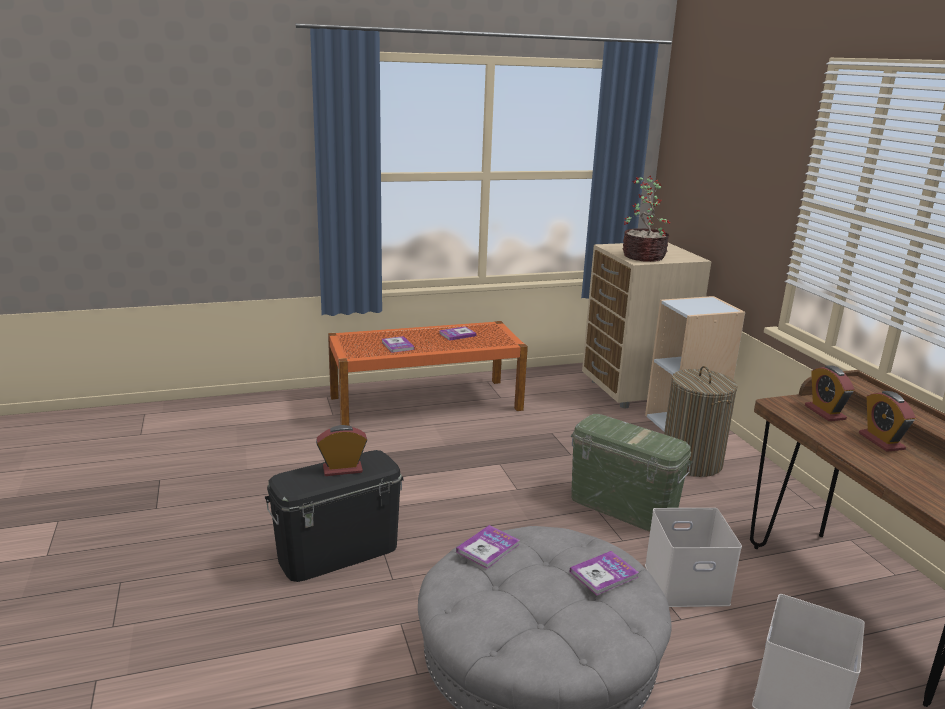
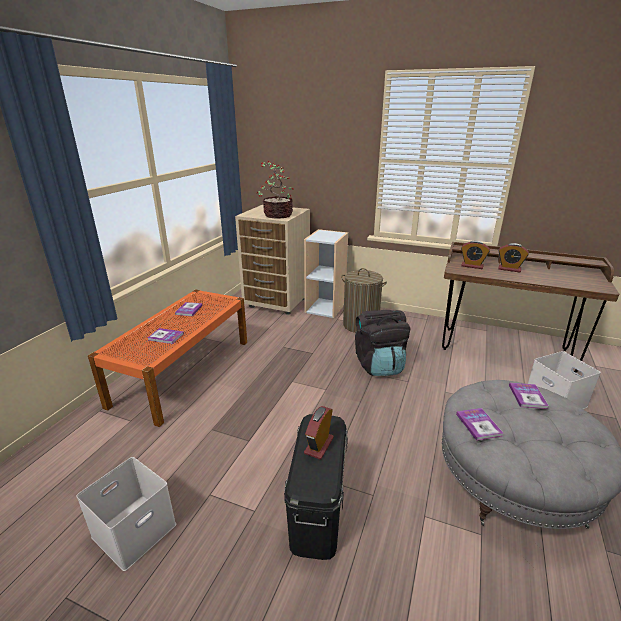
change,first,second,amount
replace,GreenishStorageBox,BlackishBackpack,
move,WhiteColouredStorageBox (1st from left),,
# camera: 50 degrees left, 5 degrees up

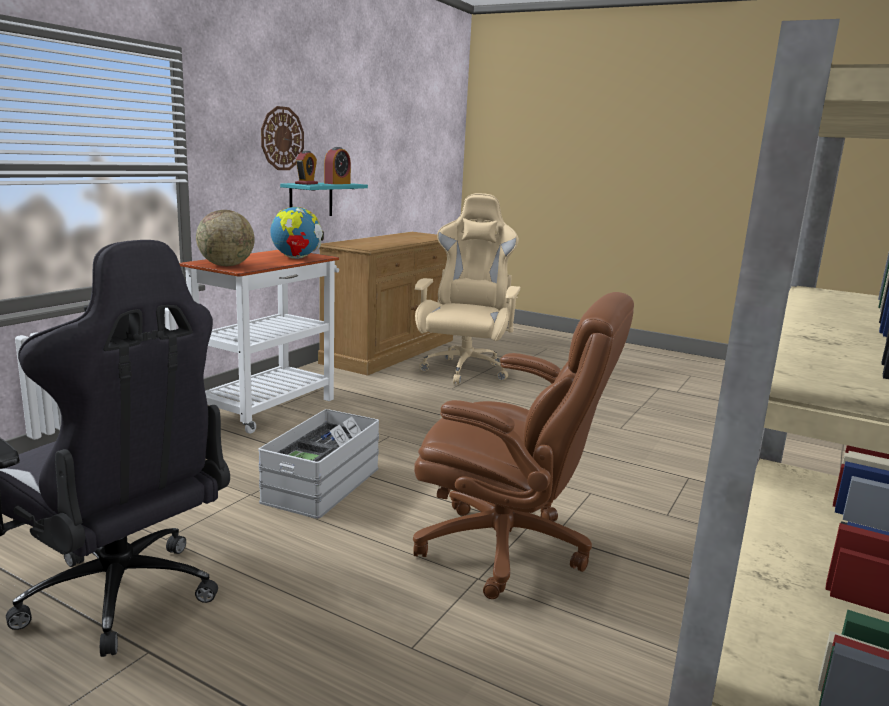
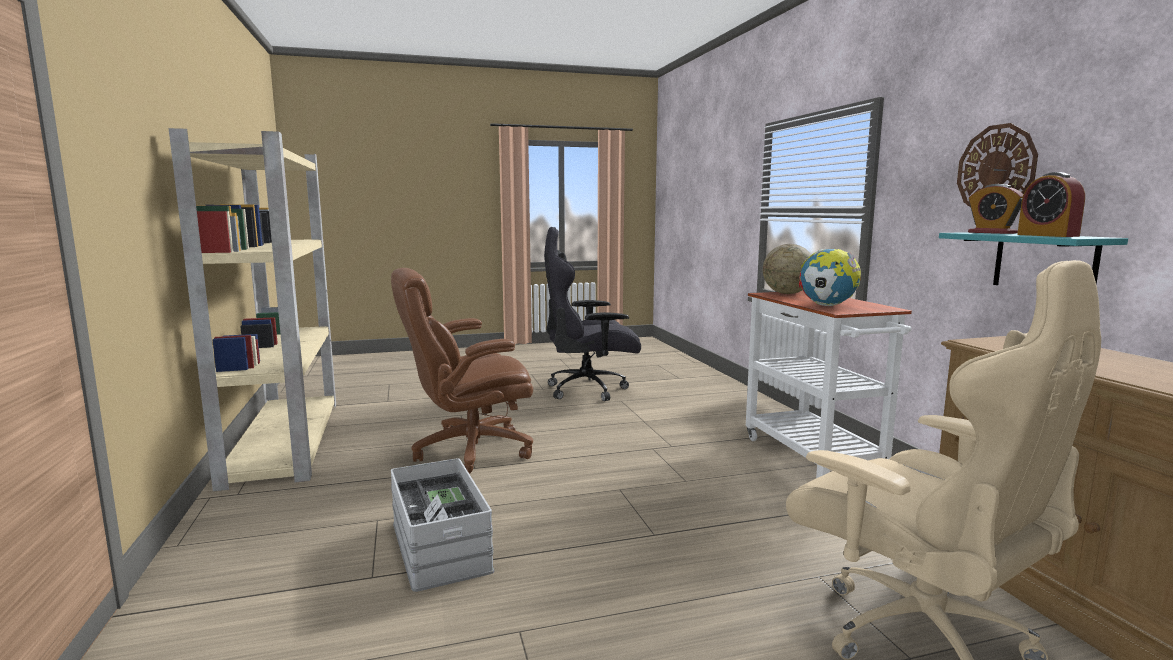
change,first,second,amount
move,GreyishStorageBox,,
# camera: 135 degrees right, 5 degrees down

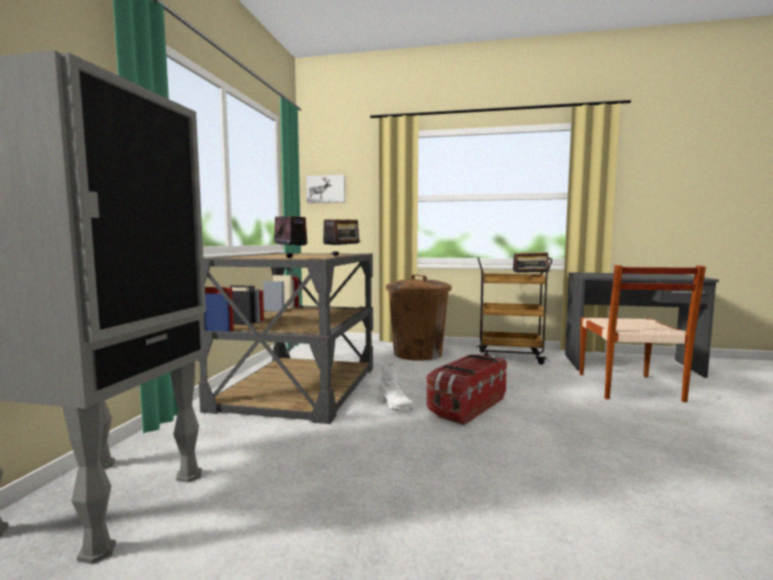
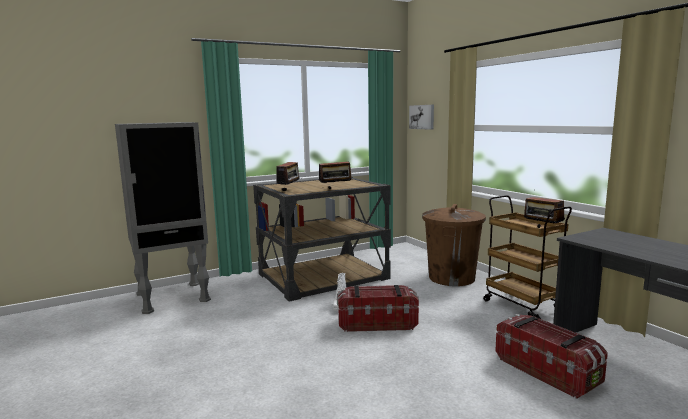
change,first,second,amount
replace,UprightChair,StorageBox (2nd from left),
# camera: 50 degrees right, 5 degrees up

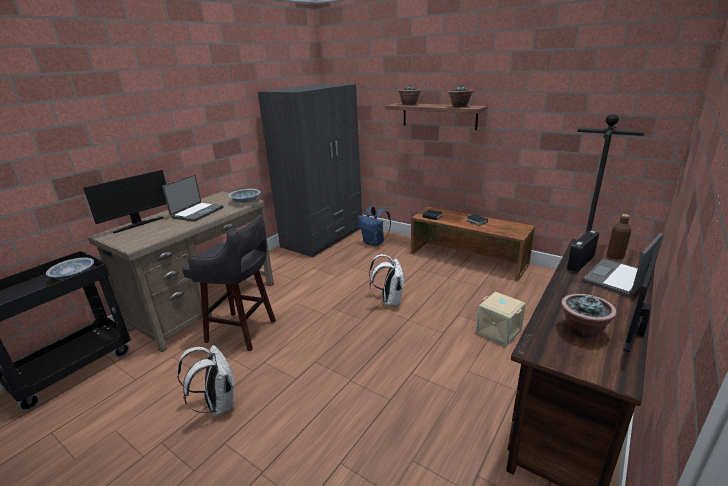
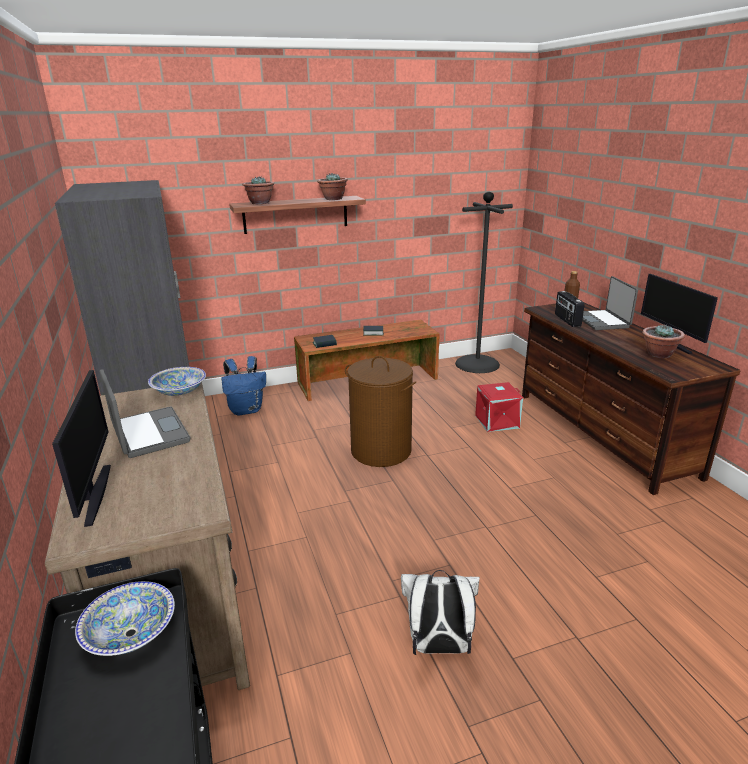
change,first,second,amount
delete,GreyishStoolSeat,,
replace,WhiteColouredBackpack (2nd from left),BrownLaundryBasket,
recolor,SandColouredStorageBox,ReddishStorageBox,
# camera: 55 degrees left, 0 degrees up

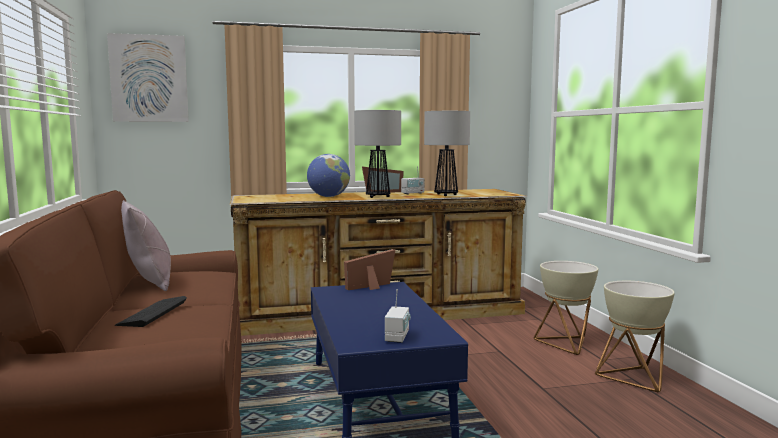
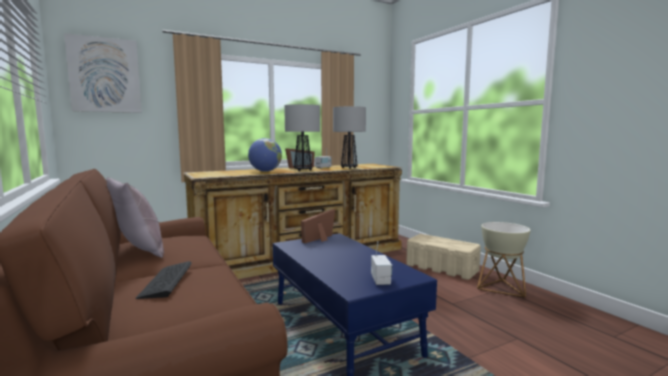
change,first,second,amount
replace,PlantPot (1st from left),SandColouredStorageBox,
# camera: 15 degrees left, 0 degrees up

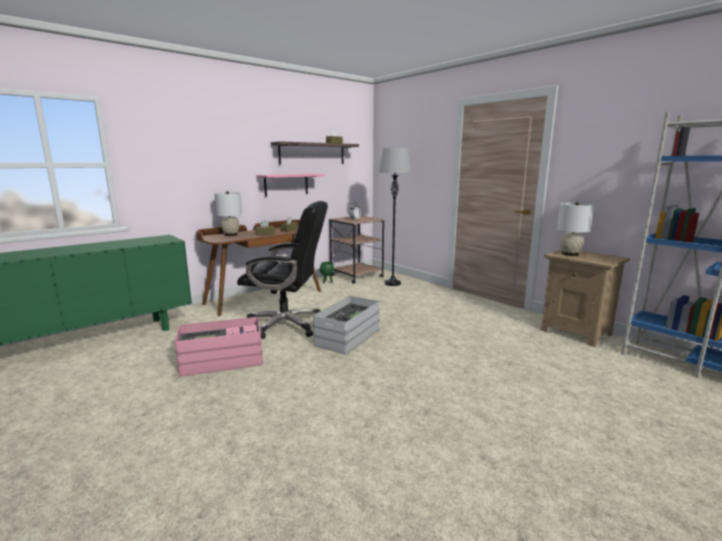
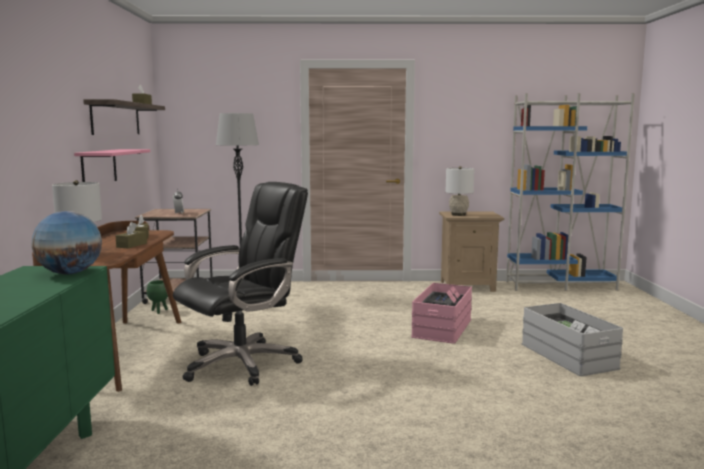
change,first,second,amount
move,GreyishStorageBox,,
move,PinkColouredStorageBox,,
insert,,WorldGlobe,
# camera: 50 degrees left, 5 degrees down

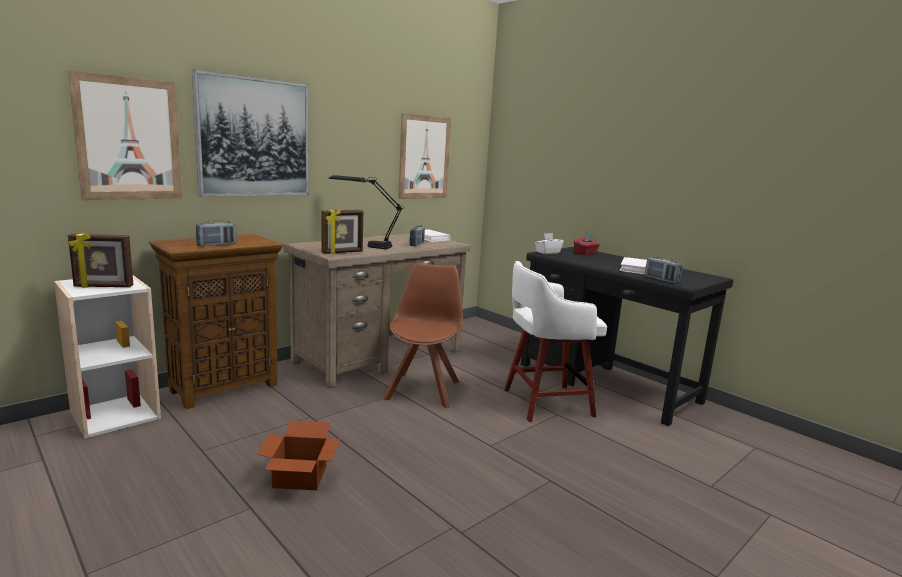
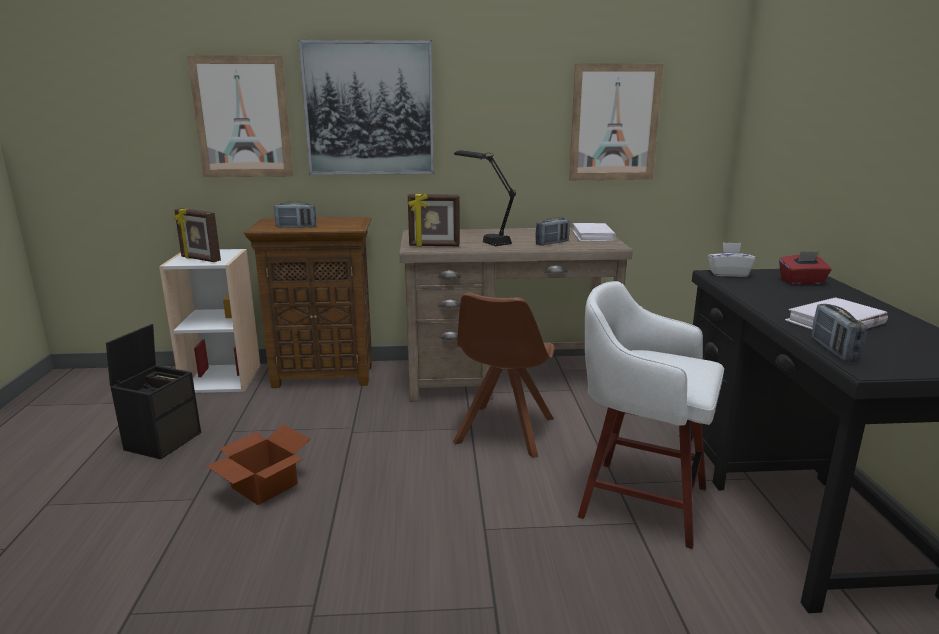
change,first,second,amount
rotate,BrownUprightChair,,150 degrees clockwise
insert,,BlackishStorageBox,
# camera: 40 degrees right, 5 degrees up

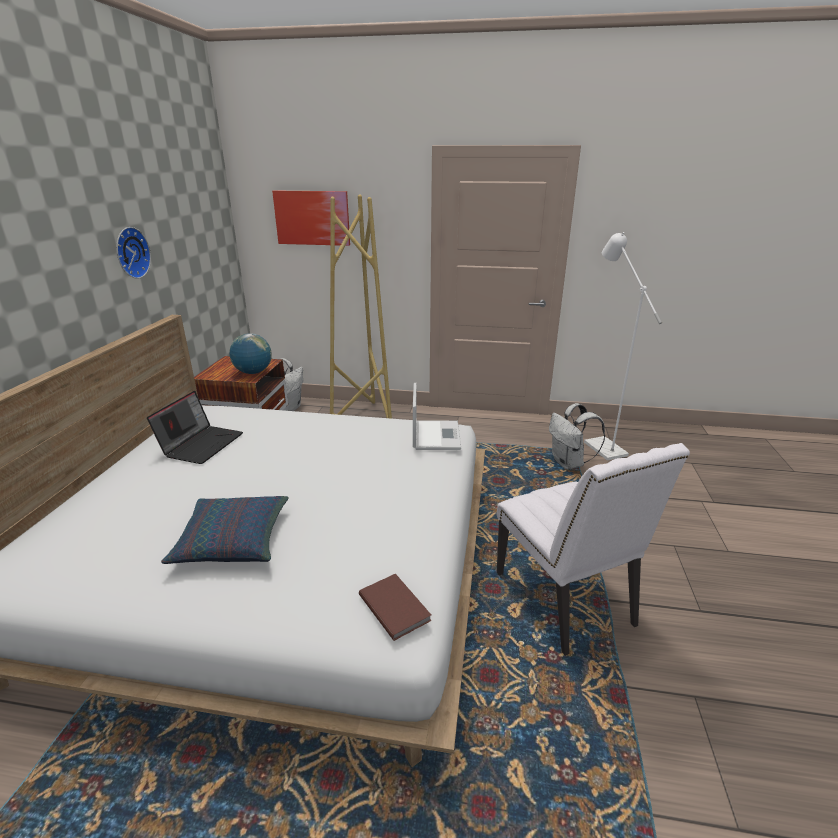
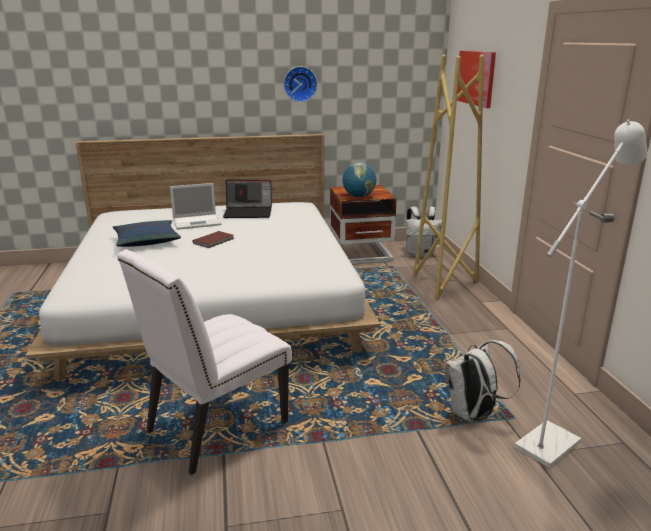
change,first,second,amount
move,NotebookComputer (2nd from left in the first image),NotebookComputer (1st from left),
move,BrownBook,,
# camera: 70 degrees right, 5 degrees down

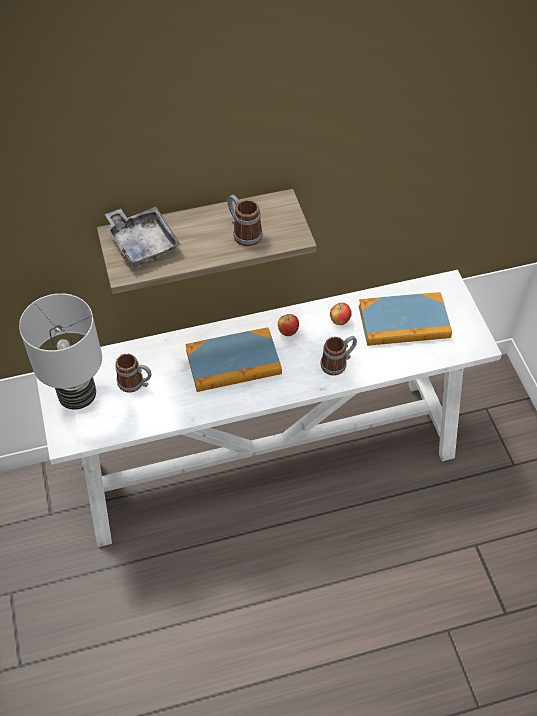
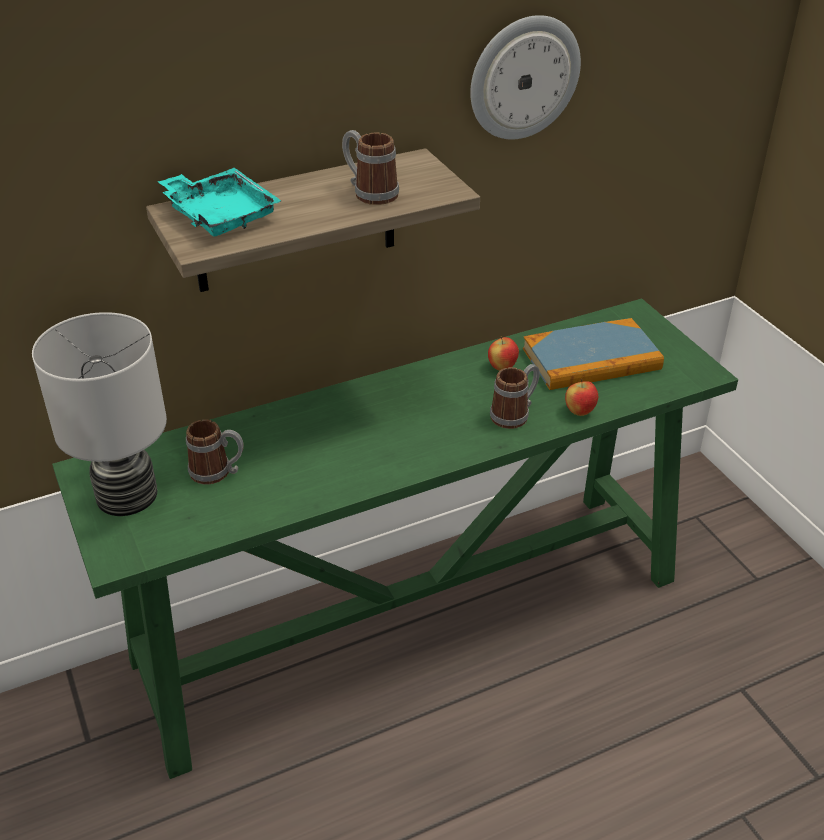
change,first,second,amount
recolor,GreyishCarryingTray,TurquoiseCarryingTray,
recolor,WhiteColouredNarrowTable,GreenishNarrowTable,
move,WholeApple (1st from left in the first image),WholeApple (2nd from left),
delete,Book (1st from left),,
insert,,HangingClock,
# camera: 10 degrees left, 15 degrees down

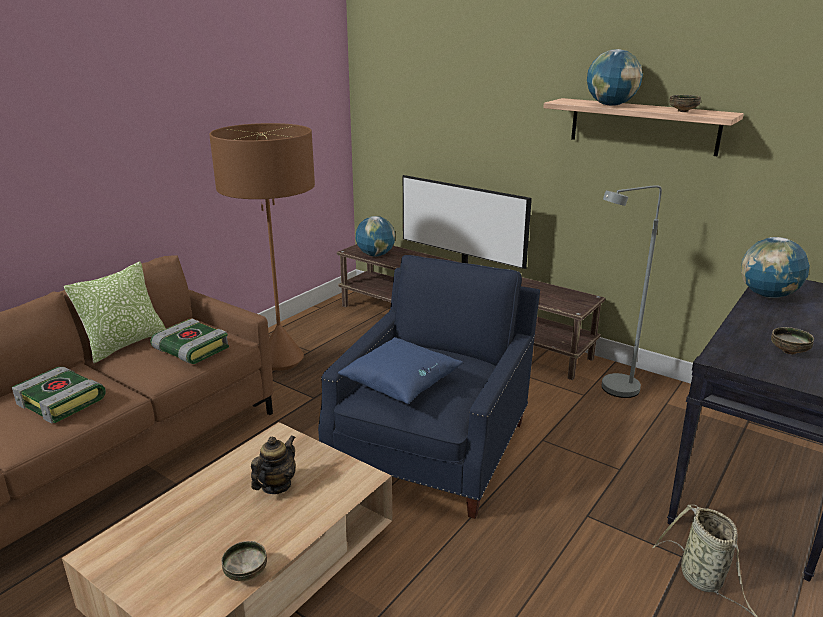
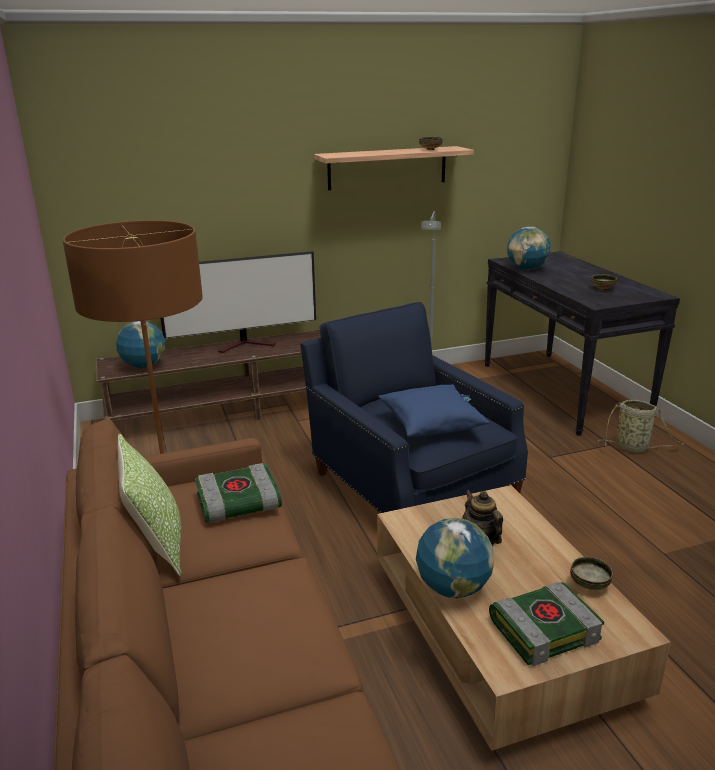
change,first,second,amount
move,WorldGlobe (2nd from left),,
move,Book (1st from left in the first image),Book (2nd from left),
# camera: 55 degrees left, 0 degrees up

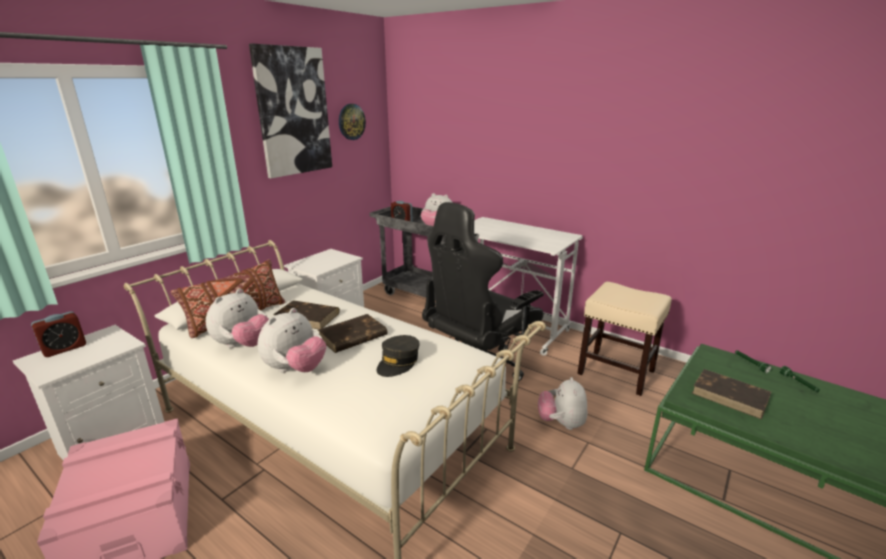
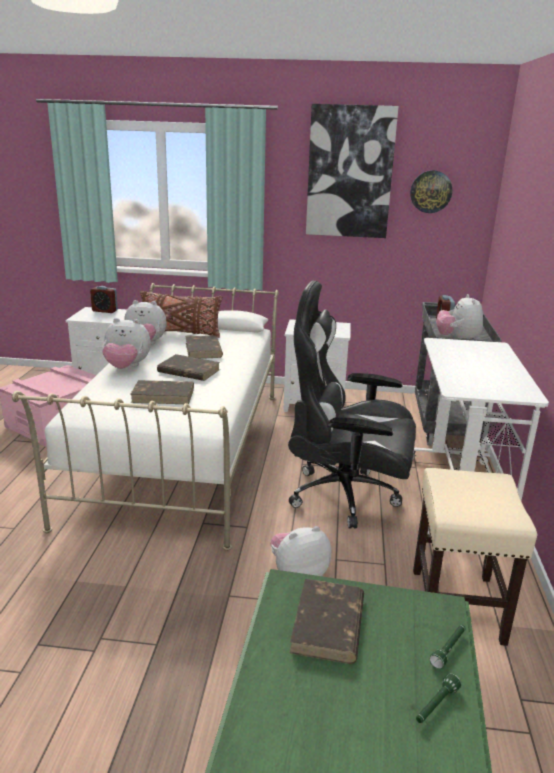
change,first,second,amount
replace,GreyishCap,BrownBook (1st from left),
# camera: 60 degrees right, 0 degrees up

